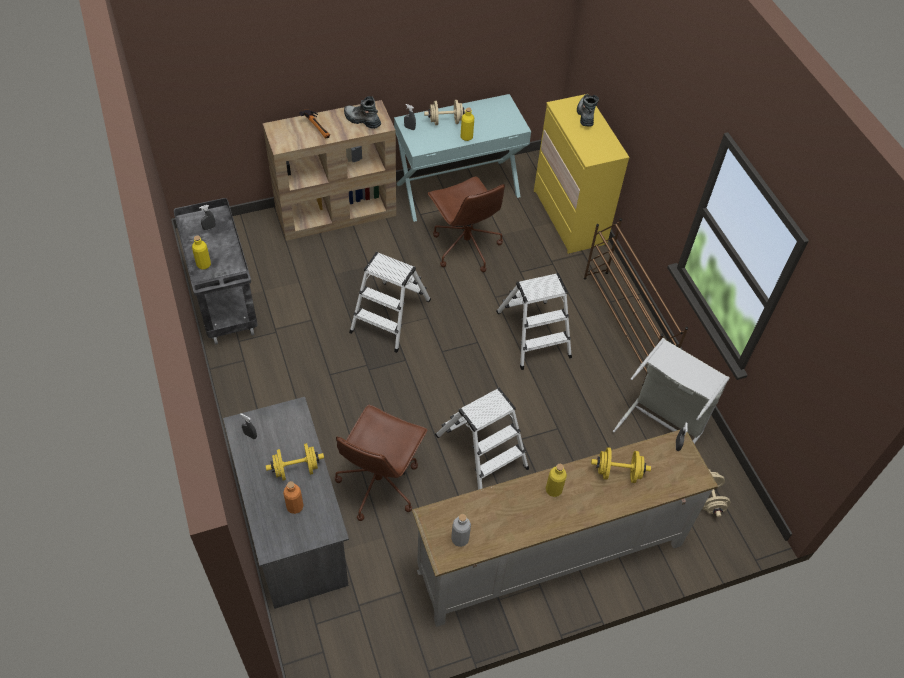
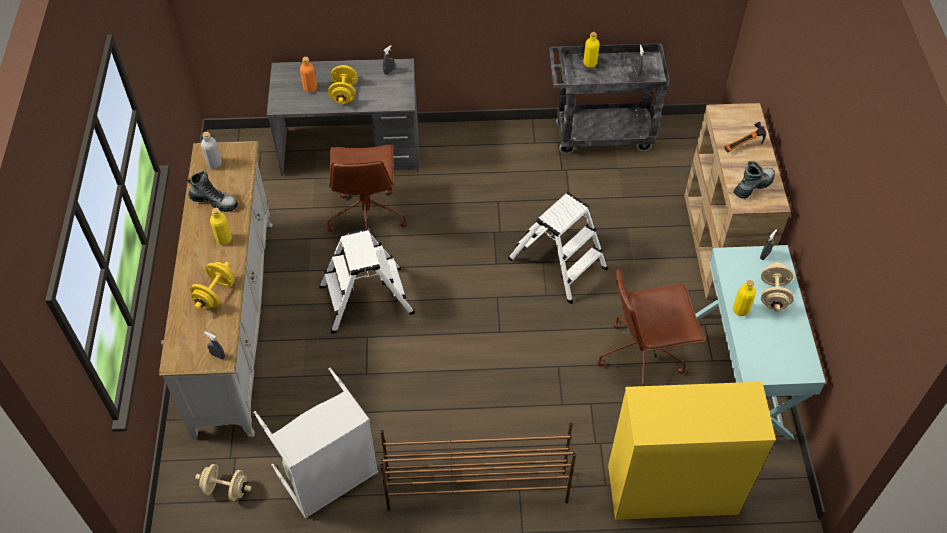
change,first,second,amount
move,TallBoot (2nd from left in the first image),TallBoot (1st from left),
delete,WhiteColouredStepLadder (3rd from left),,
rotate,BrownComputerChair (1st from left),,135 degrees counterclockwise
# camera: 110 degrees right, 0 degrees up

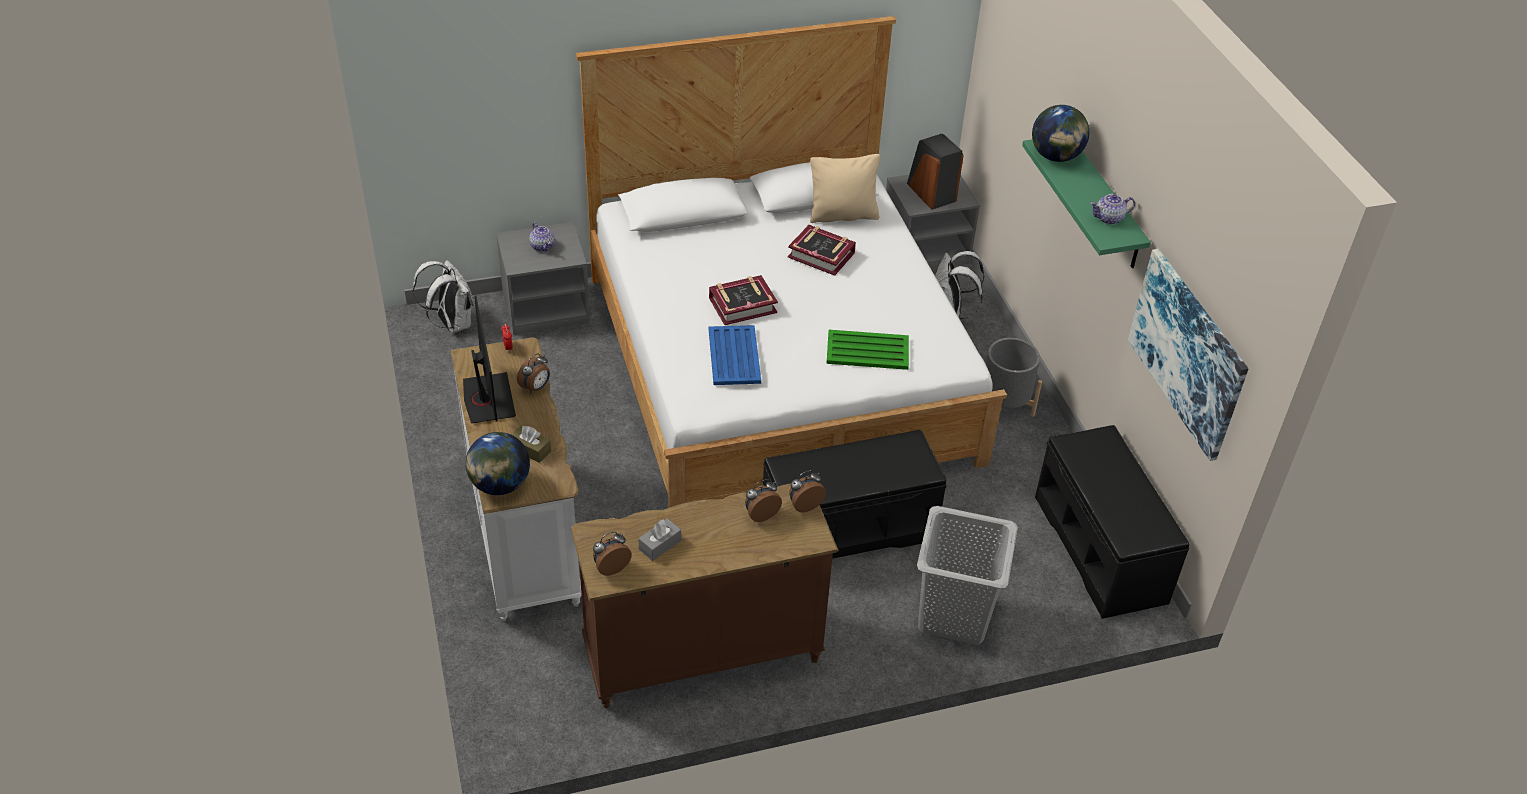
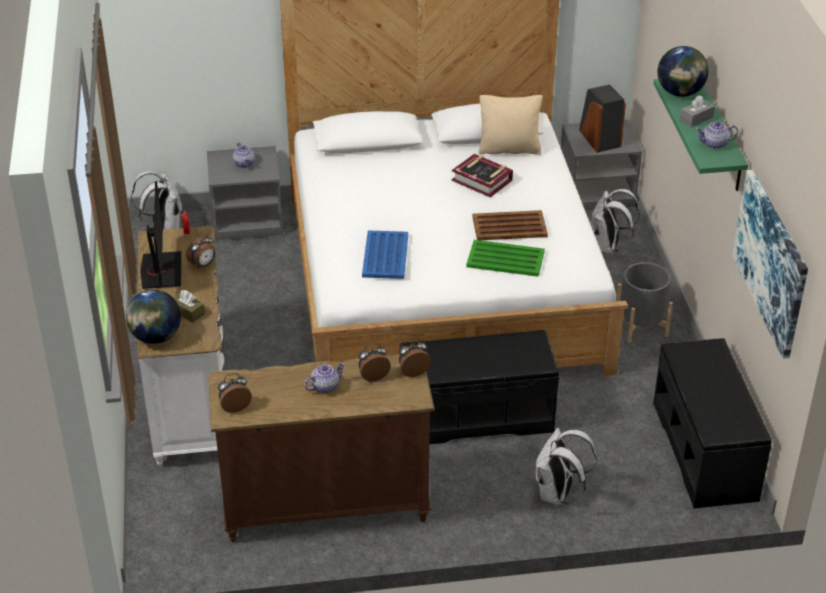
change,first,second,amount
delete,Book (1st from left),,
replace,GreyishLaundryBasket,WhiteColouredBackpack (2nd from left),
move,GreyishBoxOfTissues,,
insert,,BrownCarryingTray,
insert,,Teapot (2nd from left),
# camera: 10 degrees right, 5 degrees down

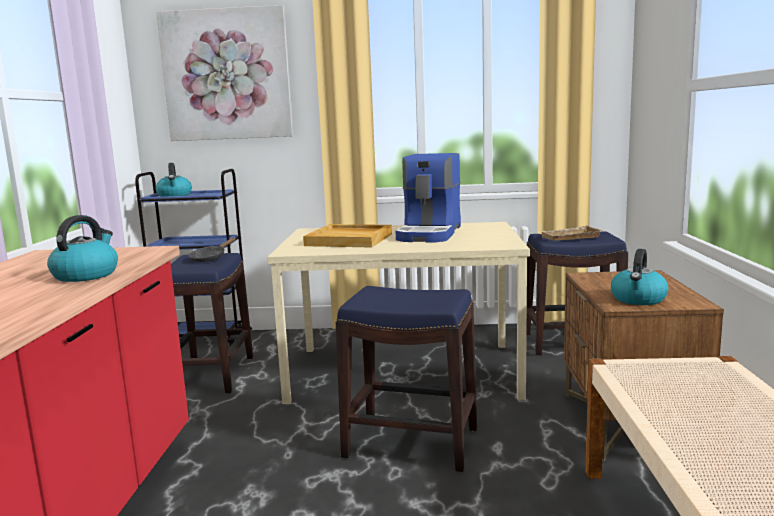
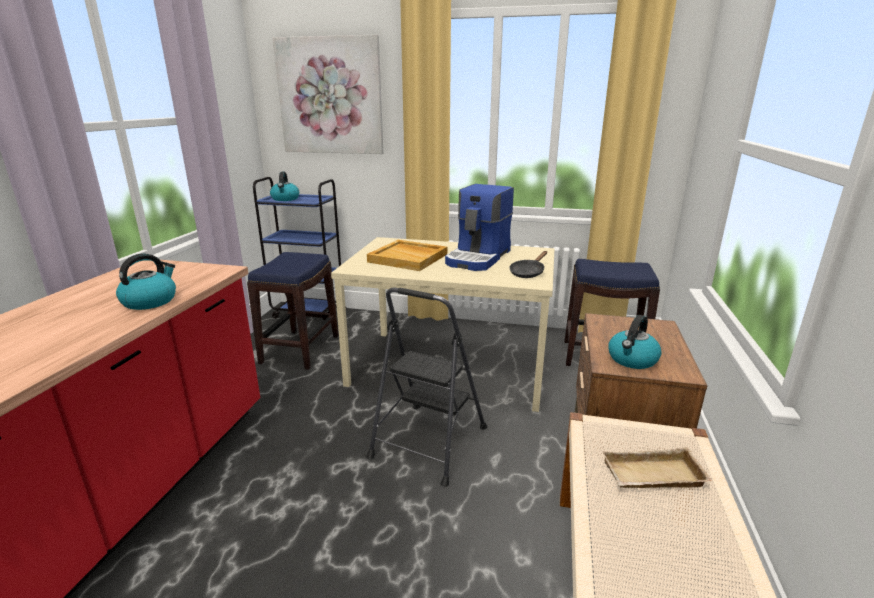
change,first,second,amount
move,SandColouredCarryingTray (2nd from left),,
move,BlackishSkillet,,
replace,StoolSeat (2nd from left),BlackishStepLadder,
# camera: 10 degrees right, 10 degrees up

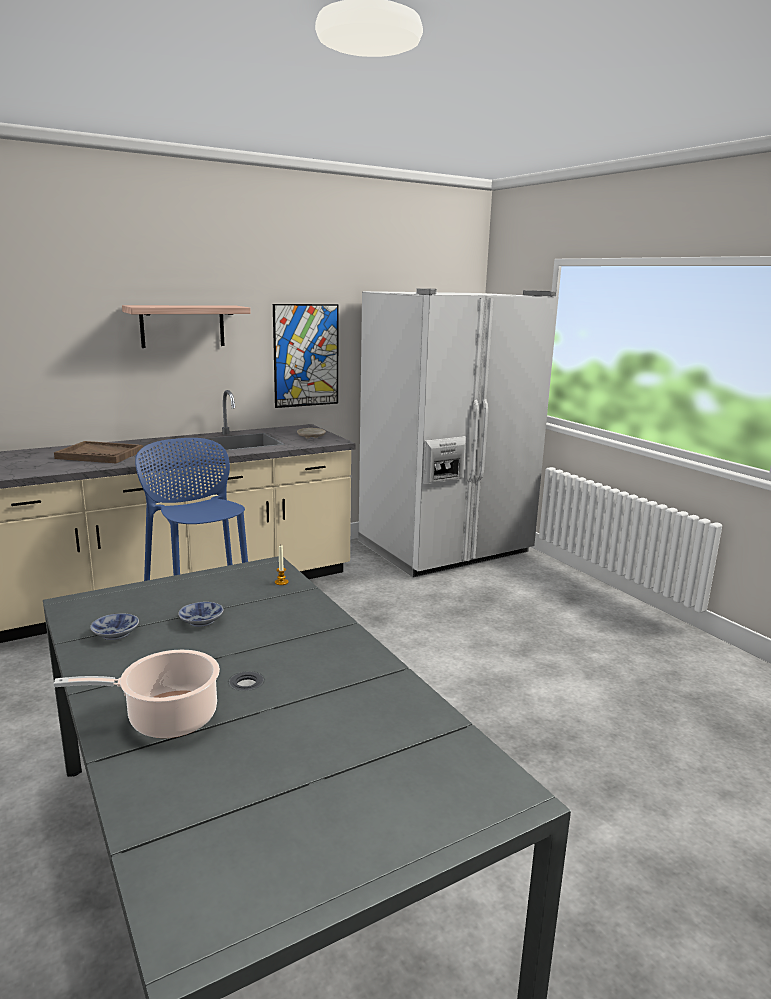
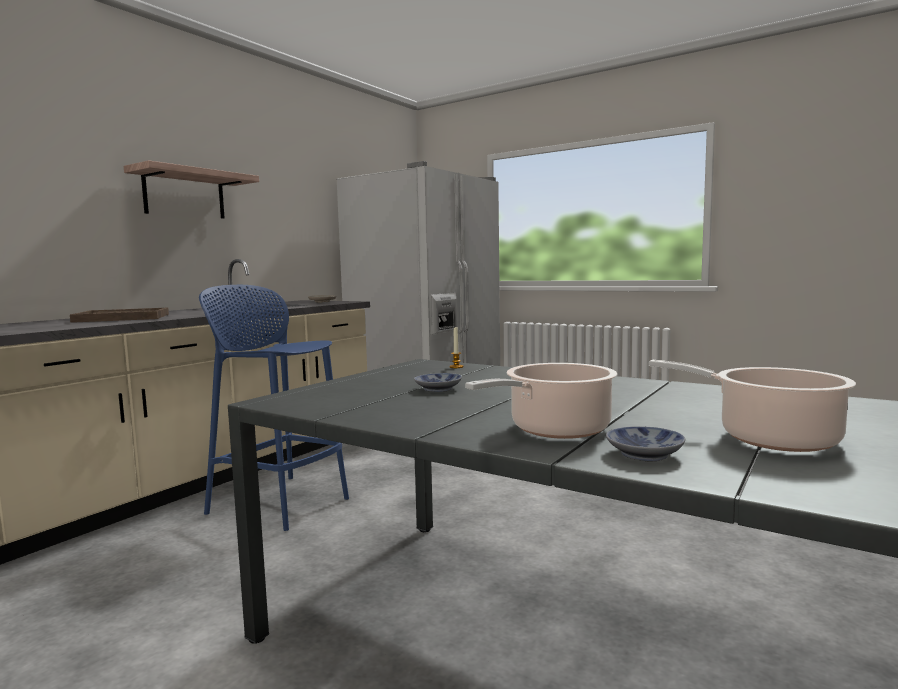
change,first,second,amount
delete,WallArt,,
move,Bowl (1st from left in the first image),Bowl (2nd from left),
insert,,CookingPot (2nd from left),
# camera: 25 degrees left, 10 degrees down

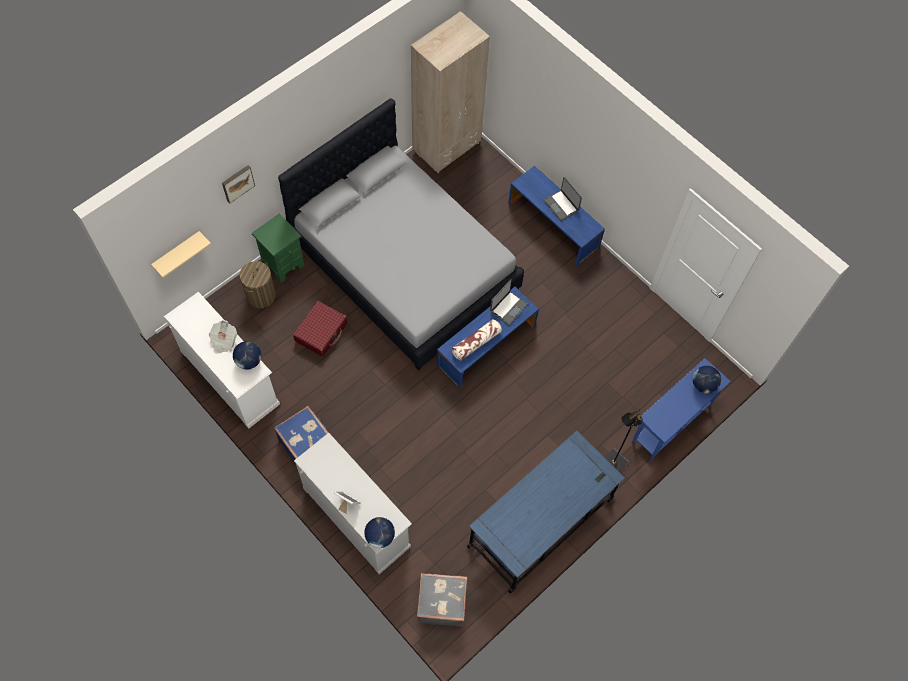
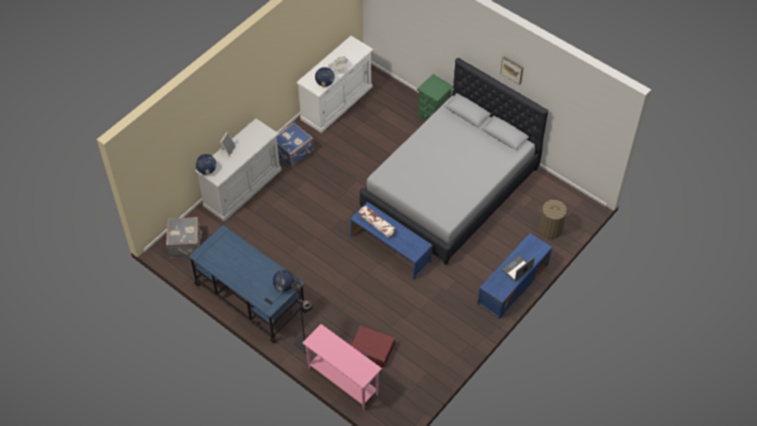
change,first,second,amount
delete,SandColouredArmoire,,
move,WallArt,,
delete,SandColouredWallShelf,,
move,LaundryBasket,,
delete,NotebookComputer (1st from left),,
move,ReddishSuitcase,,
recolor,BluishNarrowTable,PinkColouredNarrowTable,
move,WorldGlobe (3rd from left in the first image),WorldGlobe (2nd from left),
# camera: 85 degrees right, 10 degrees down

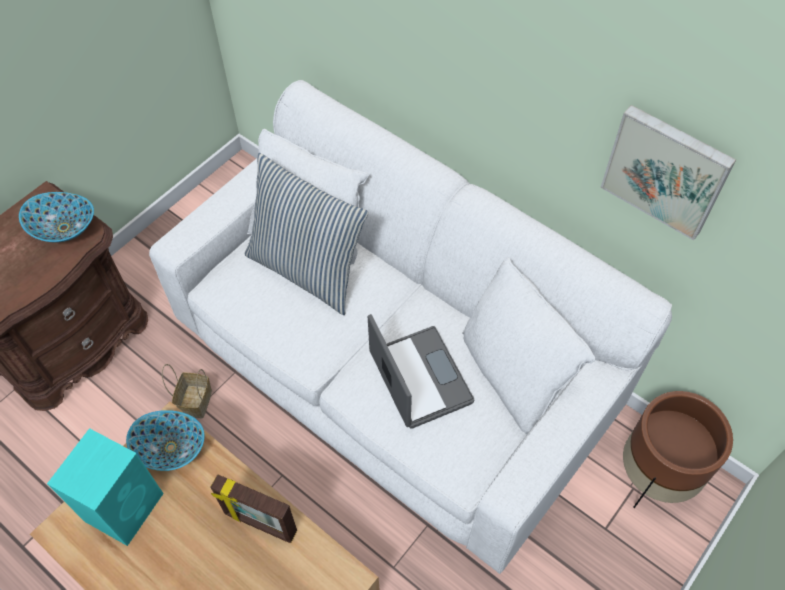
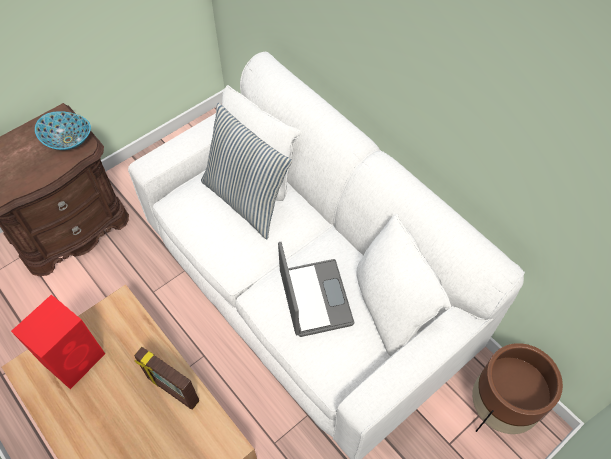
change,first,second,amount
delete,WallArt,,
delete,StorageBasket,,
delete,Bowl (2nd from left),,
recolor,TurquoiseLoudspeaker,ReddishLoudspeaker,
# camera: 10 degrees right, 0 degrees up

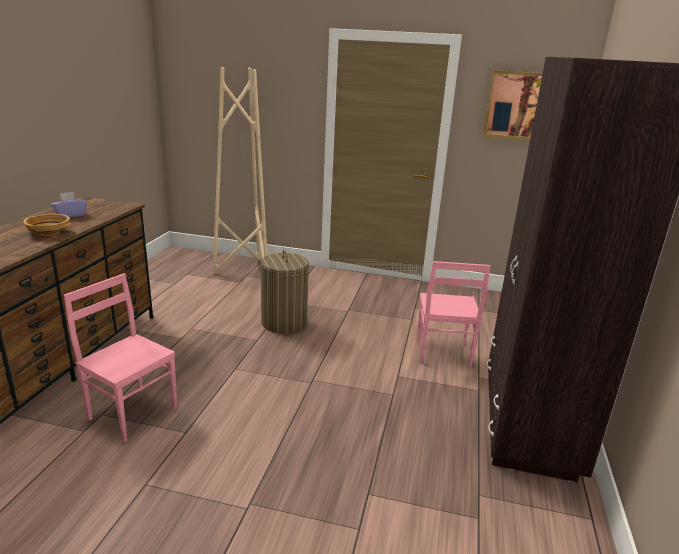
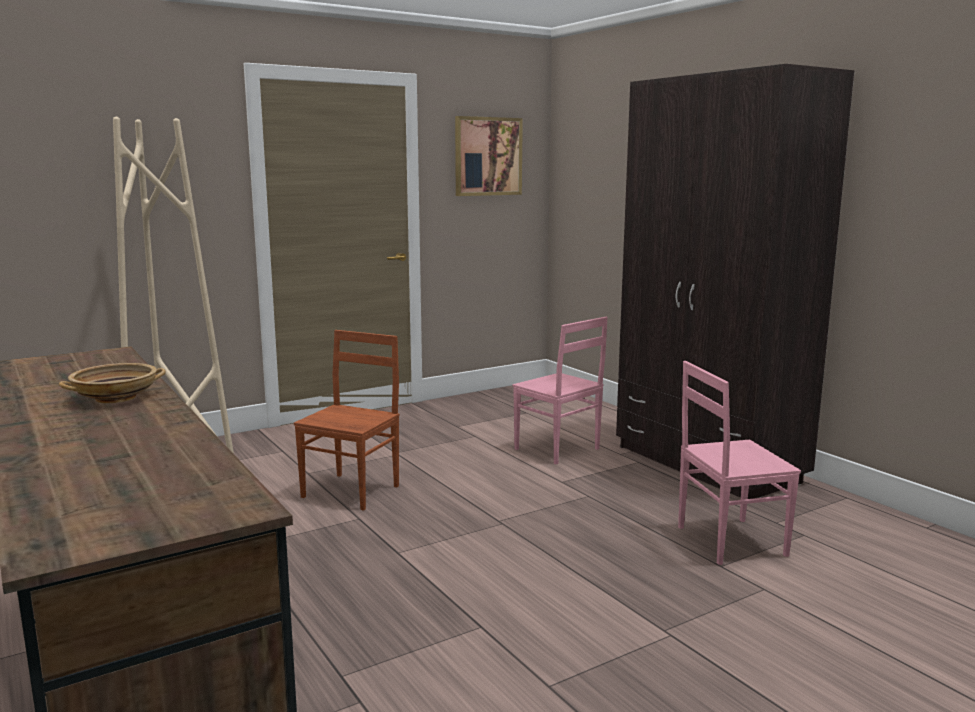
change,first,second,amount
delete,PurplishBoxOfTissues,,
replace,LaundryBasket,BrownUprightChair,
move,PinkColouredUprightChair (1st from left in the first image),PinkColouredUprightChair (2nd from left),
# camera: 45 degrees left, 10 degrees down

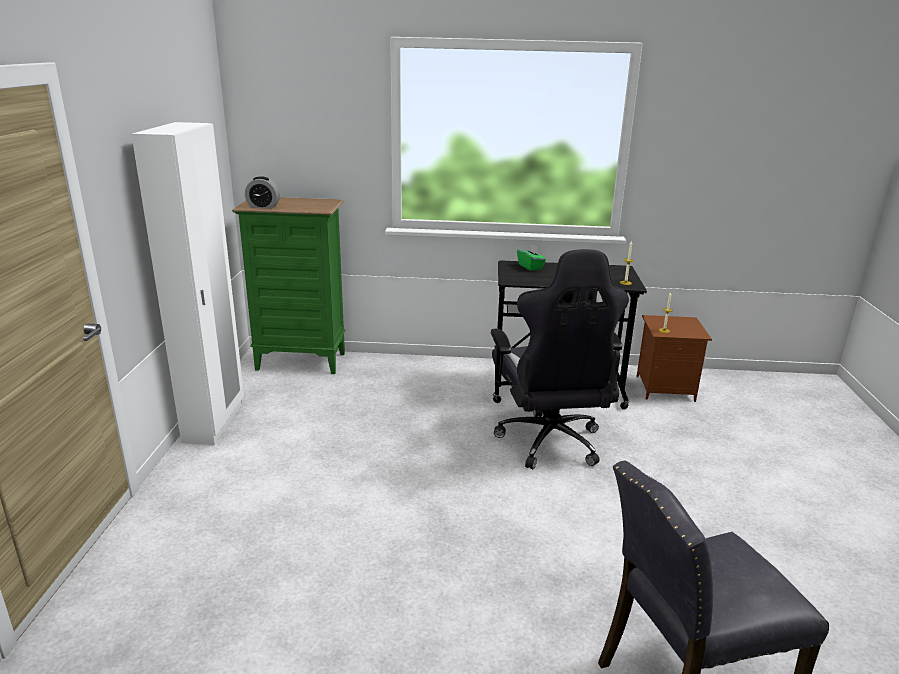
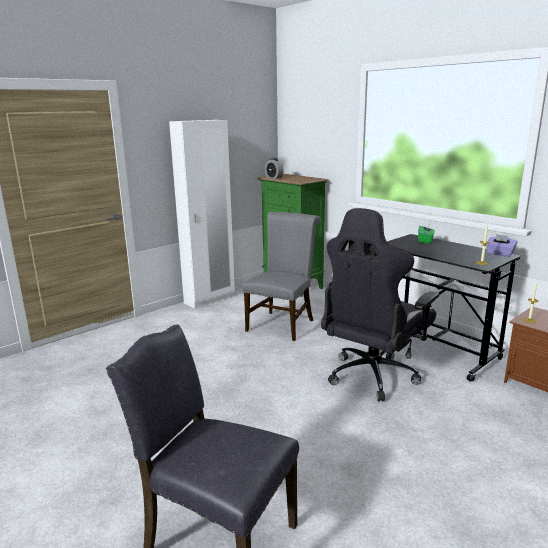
change,first,second,amount
insert,,GreyishUprightChair (2nd from left),
insert,,PurplishBoxOfTissues,
# camera: 45 degrees right, 5 degrees down

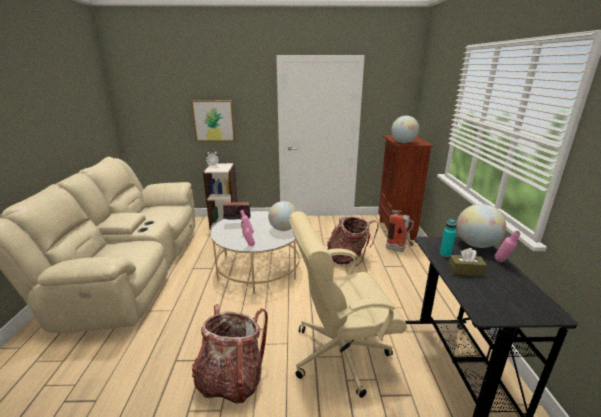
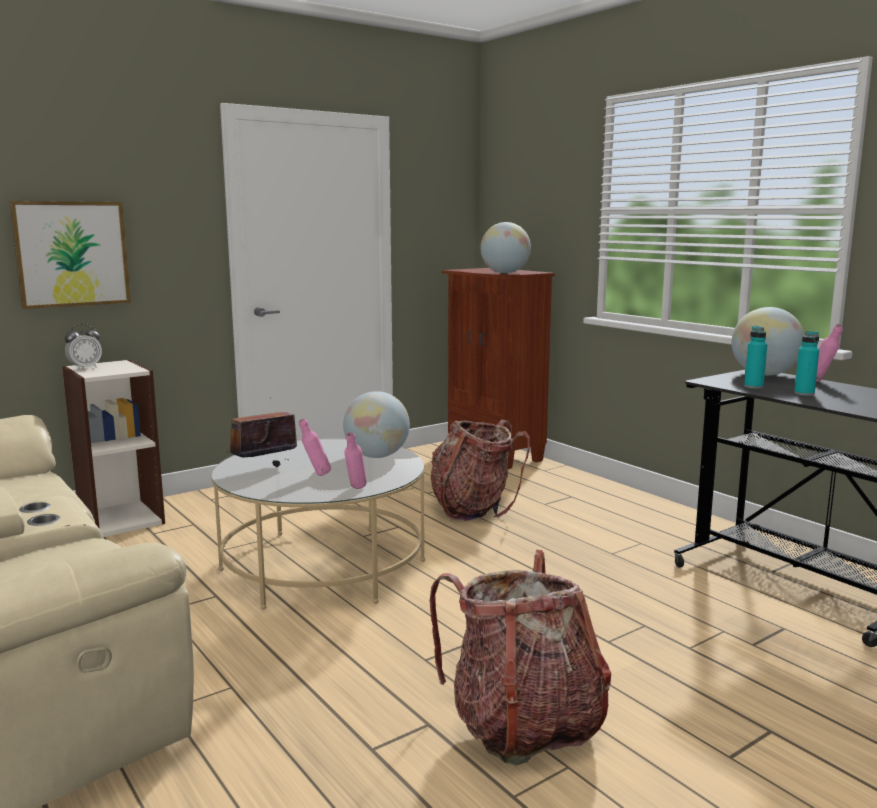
change,first,second,amount
delete,Extinguisher,,
delete,SandColouredComputerChair,,
replace,BrownBoxOfTissues,TurquoiseBottle (2nd from left),
# camera: 35 degrees left, 10 degrees down

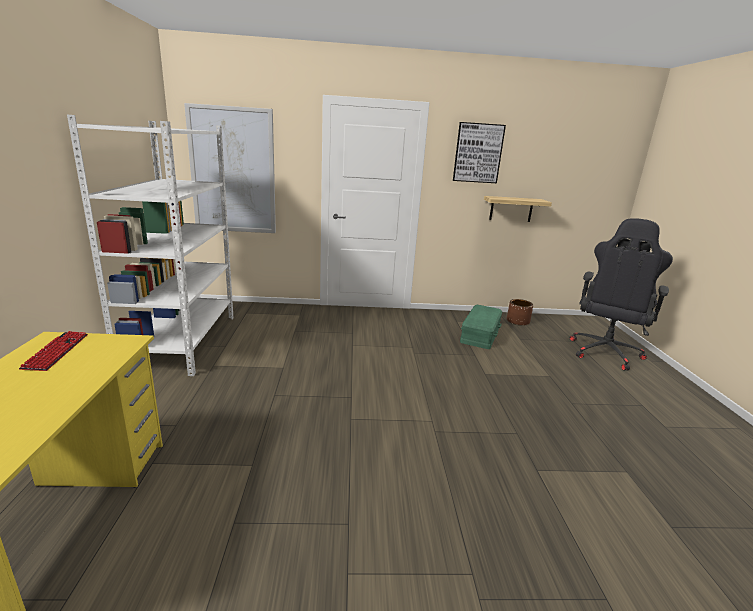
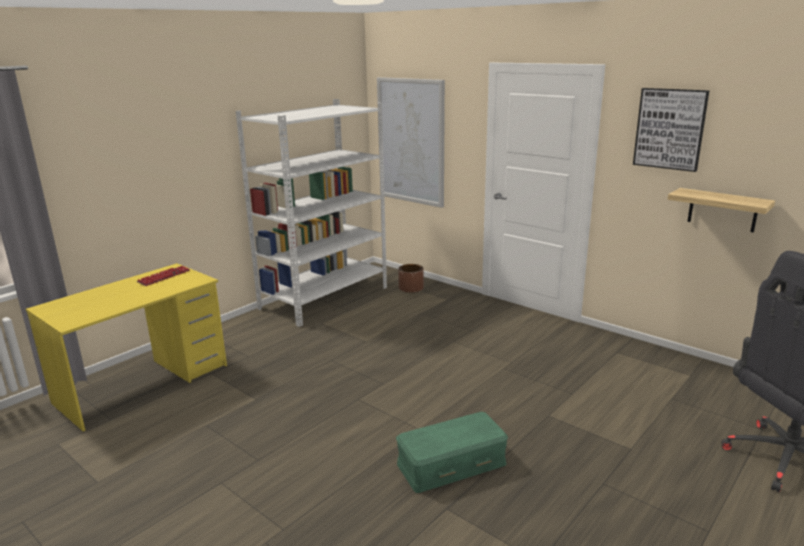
change,first,second,amount
move,BrownPlantPot,,
move,GreenishStorageBox,,
# camera: 45 degrees right, 0 degrees up

